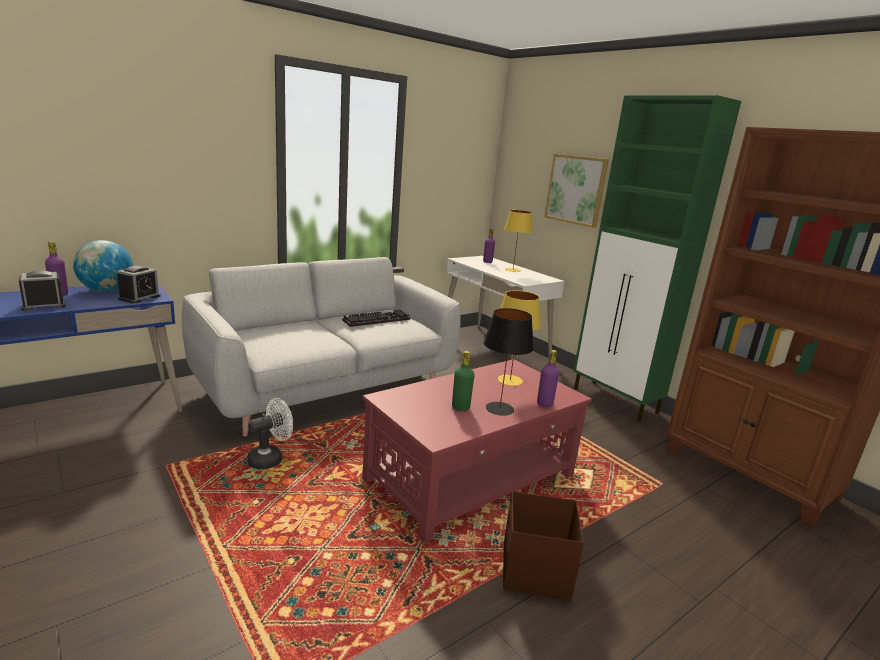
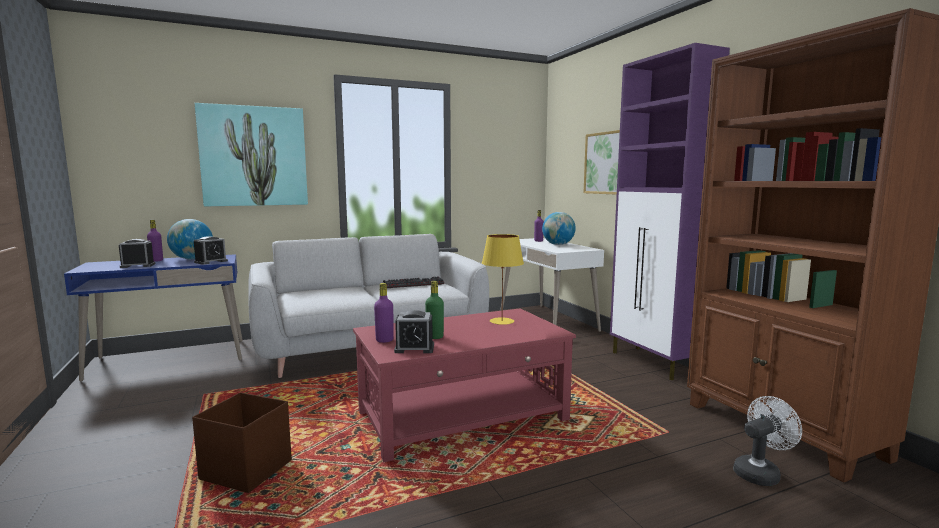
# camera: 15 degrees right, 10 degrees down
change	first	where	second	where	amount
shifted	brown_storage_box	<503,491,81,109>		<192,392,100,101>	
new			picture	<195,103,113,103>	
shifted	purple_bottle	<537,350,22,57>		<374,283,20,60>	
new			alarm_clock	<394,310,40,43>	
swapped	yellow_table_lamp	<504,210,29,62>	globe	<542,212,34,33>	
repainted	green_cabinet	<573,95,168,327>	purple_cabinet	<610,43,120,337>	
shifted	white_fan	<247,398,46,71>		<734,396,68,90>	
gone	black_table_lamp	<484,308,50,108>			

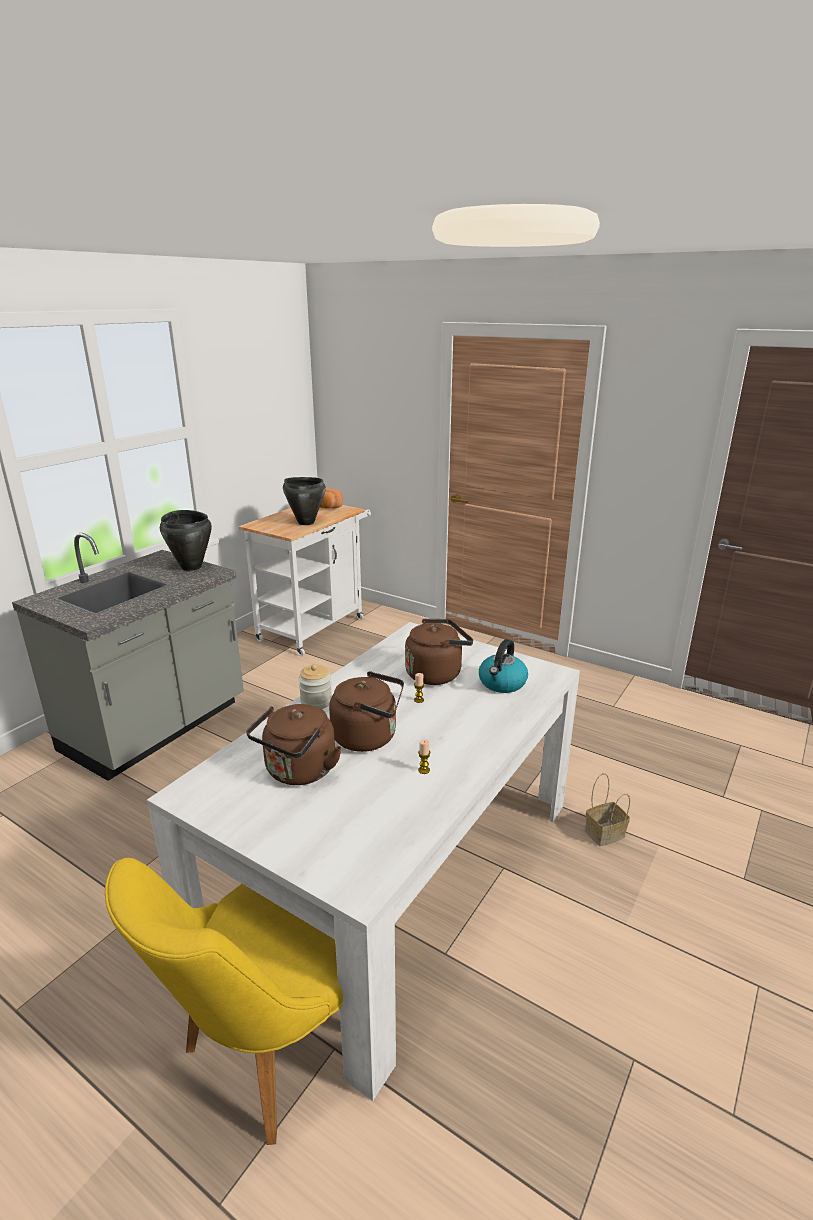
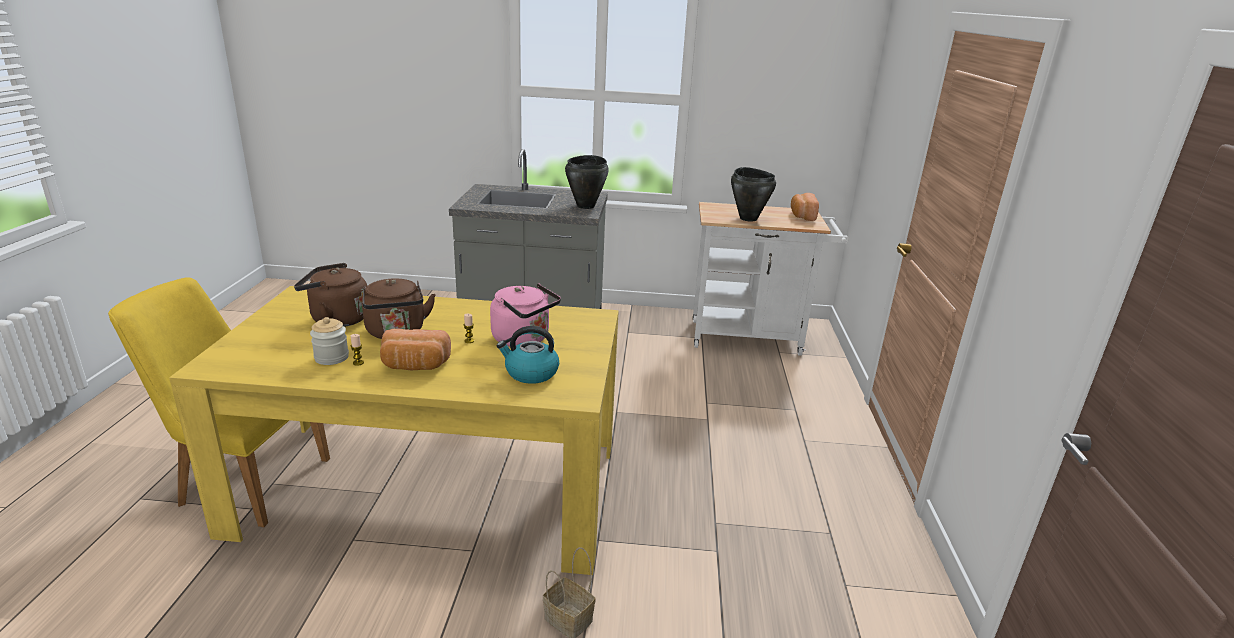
# camera: 60 degrees right, 0 degrees up
change	first	where	second	where	amount
repainted	white_dining_table	<147,622,433,479>	yellow_dining_table	<169,286,450,289>	
shifted	jar	<298,664,34,45>		<310,317,39,48>	
new			bread	<380,329,71,41>	
repainted	brown_kettle	<405,619,68,66>	pink_kettle	<490,283,71,64>	

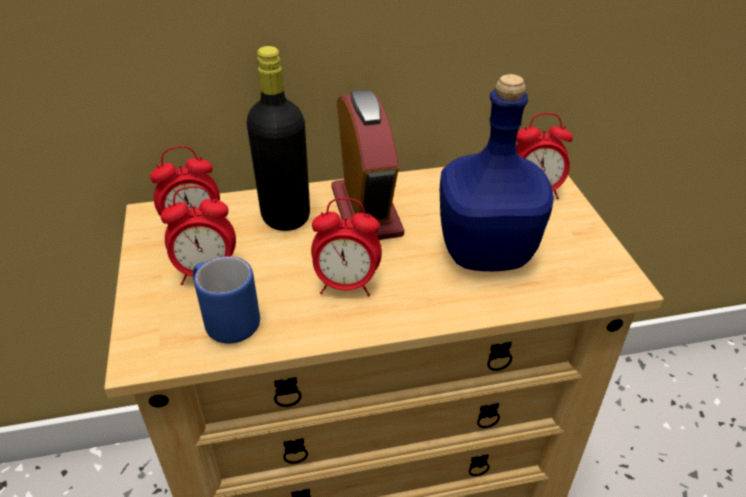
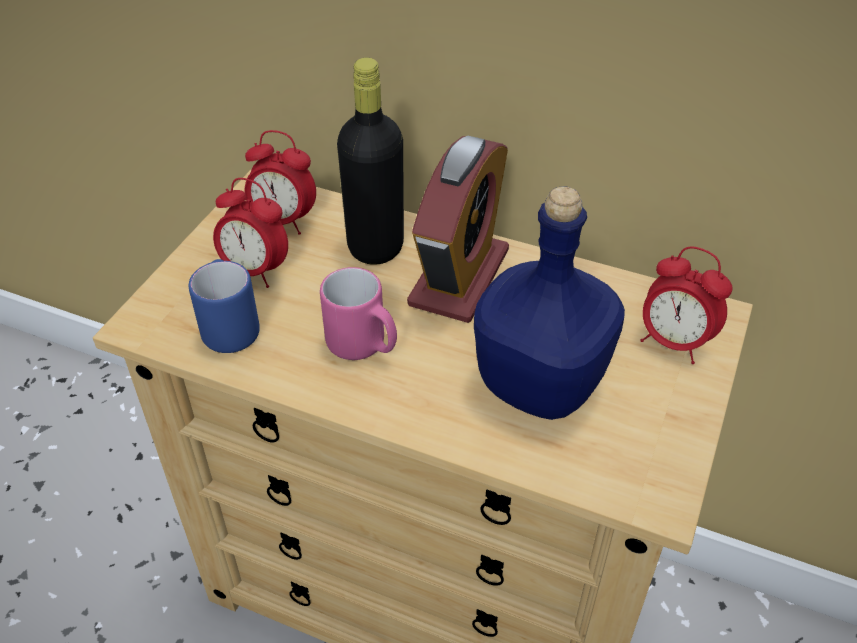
# camera: 35 degrees right, 5 degrees up
change	first	where	second	where	amount
swapped	alarm_clock	<311,198,71,98>	pink_mug	<320,267,77,93>	

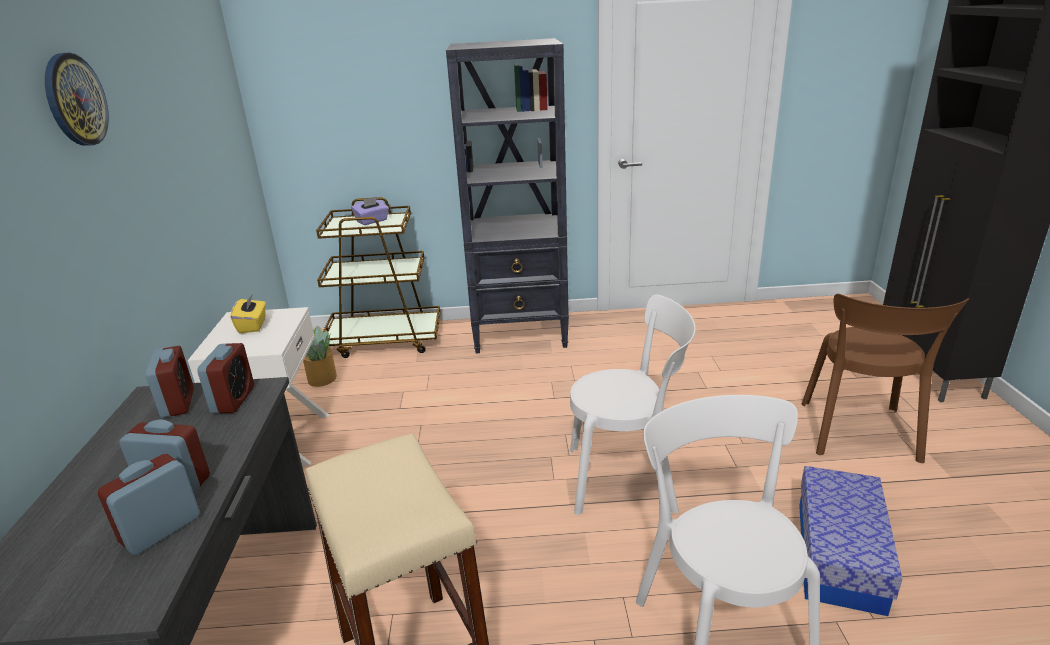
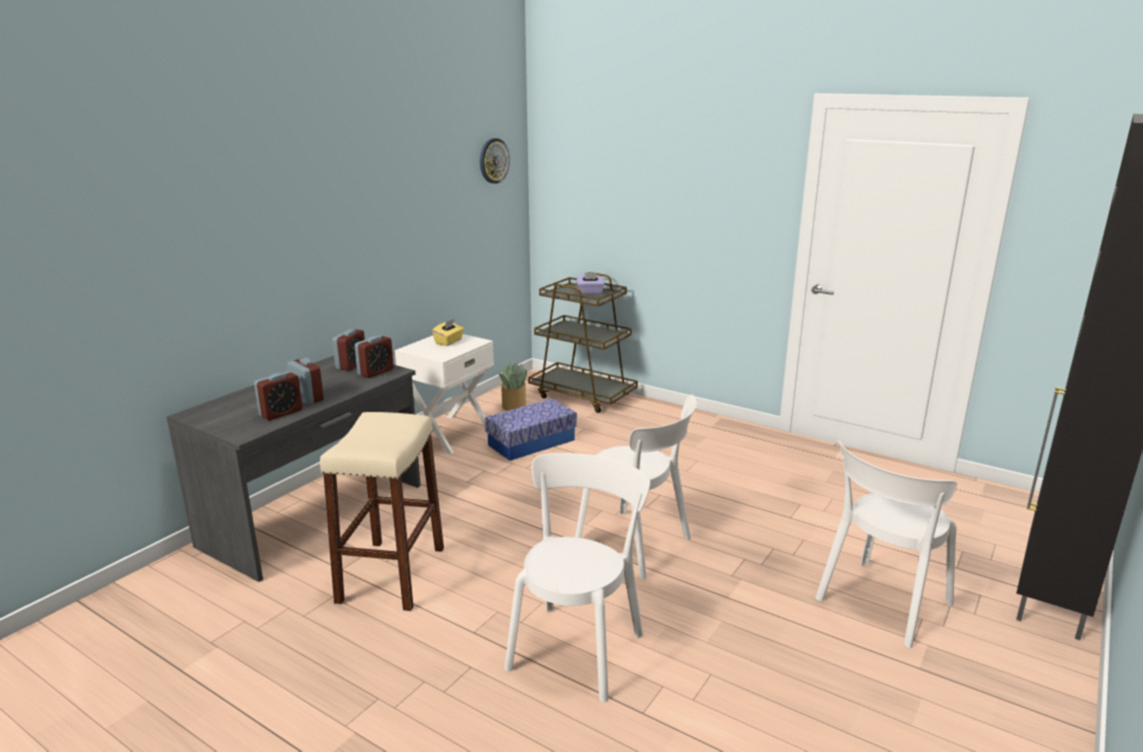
# camera: 35 degrees right, 5 degrees down
change	first	where	second	where	amount
rotated	alarm_clock	<98,454,102,101>		<254,371,49,49>	150 degrees clockwise
shifted	wall_clock	<45,53,64,93>		<480,138,30,46>	
shifted	storage_box	<799,466,104,150>		<485,399,92,62>	
repainted	brown_chair	<802,294,167,169>	white_chair	<815,440,142,208>	
gone	black_bookcase	<446,38,123,316>			

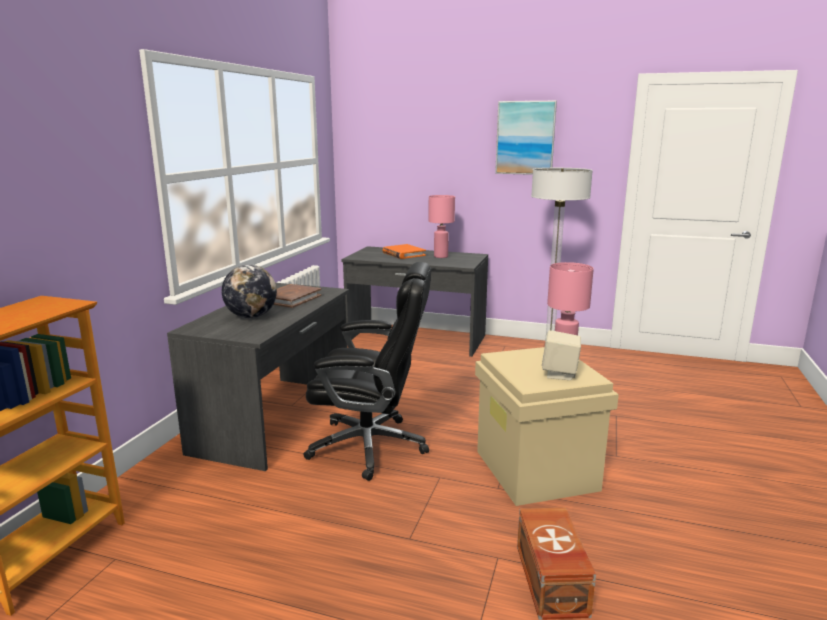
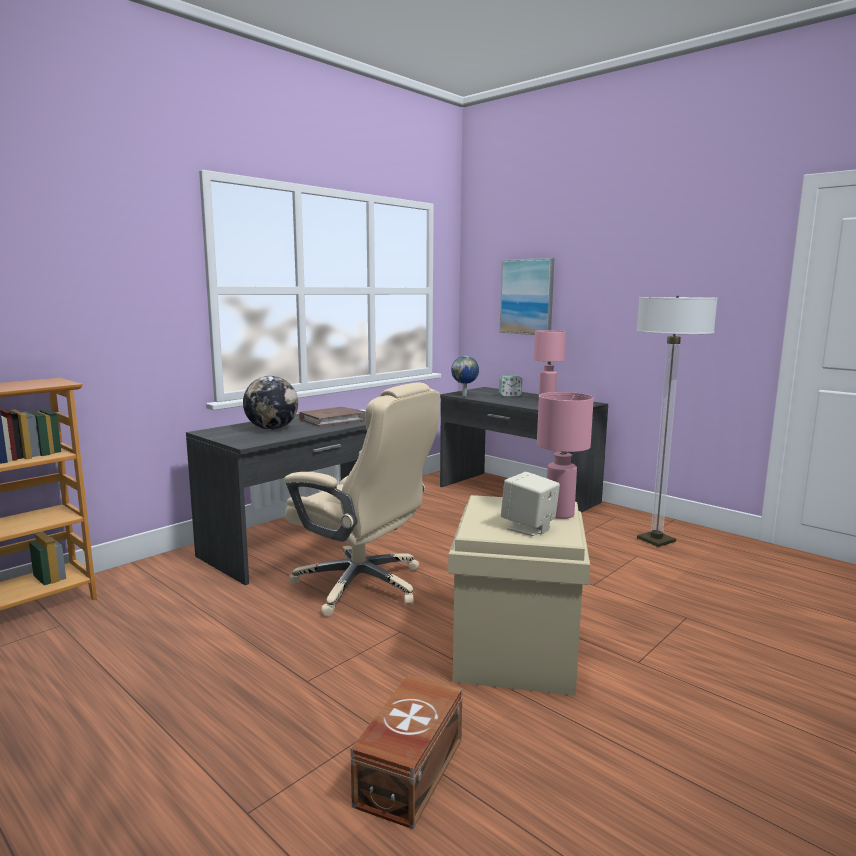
# camera: 25 degrees right, 5 degrees down
change	first	where	second	where	amount
repainted	black_office_chair	<303,262,129,219>	beige_office_chair	<284,382,156,235>	
new			globe	<451,356,28,41>	
swapped	orange_book	<383,244,43,15>	alarm_clock	<499,376,23,21>	
shifted	picture	<495,101,62,74>		<500,258,54,77>	

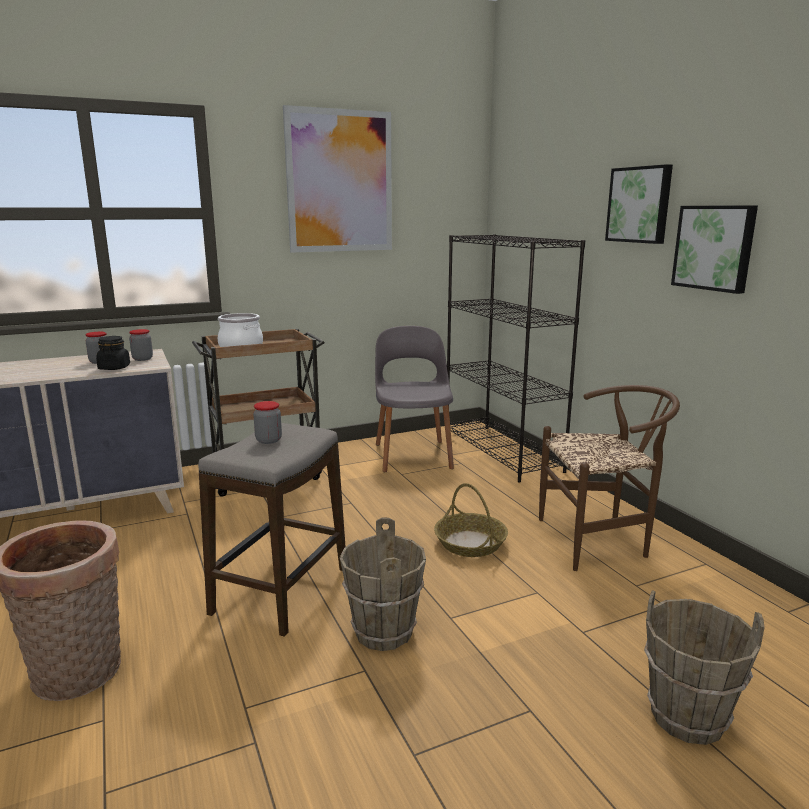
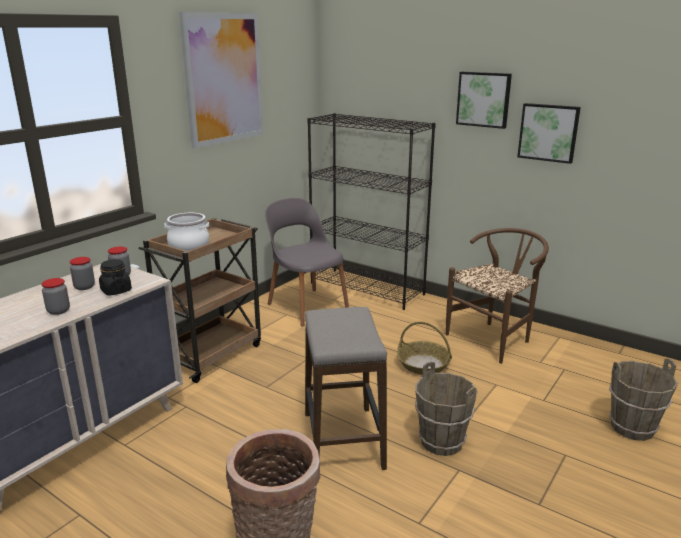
# camera: 30 degrees left, 5 degrees up
change	first	where	second	where	amount
shifted	jar	<253,401,29,43>		<41,278,29,37>	

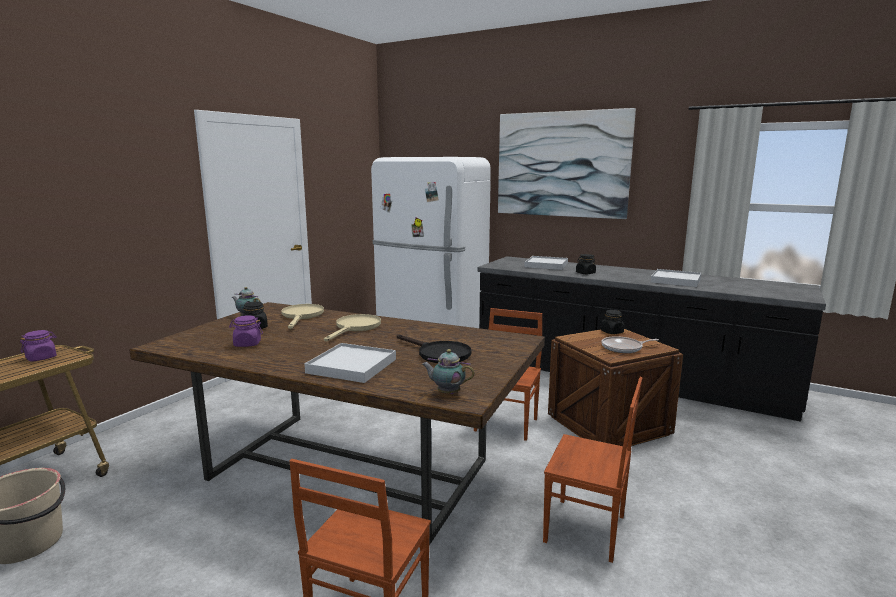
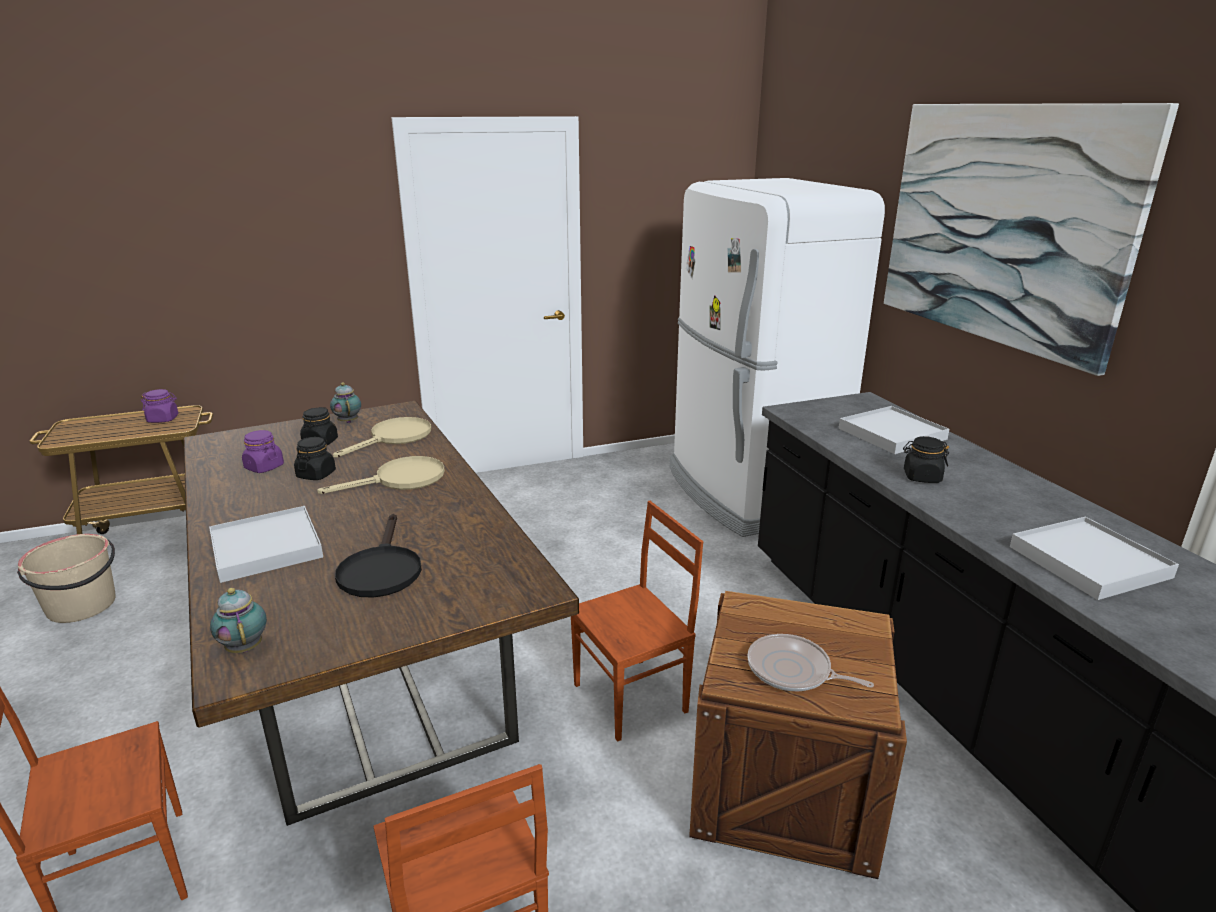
# camera: 40 degrees right, 10 degrees up
change	first	where	second	where	amount
shifted	black_jar	<601,310,23,24>		<294,437,42,43>	

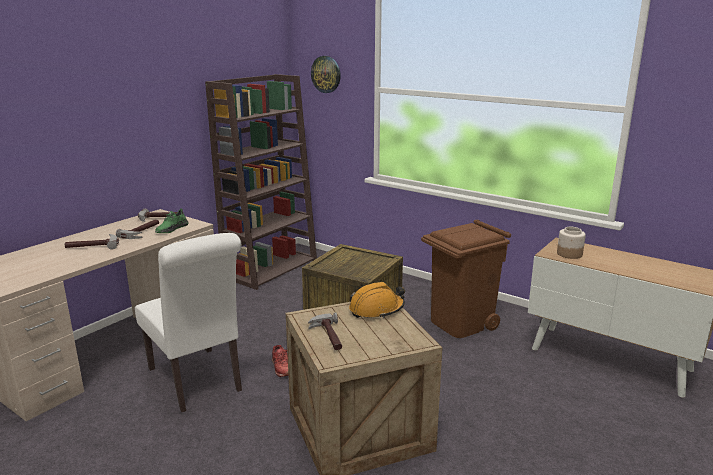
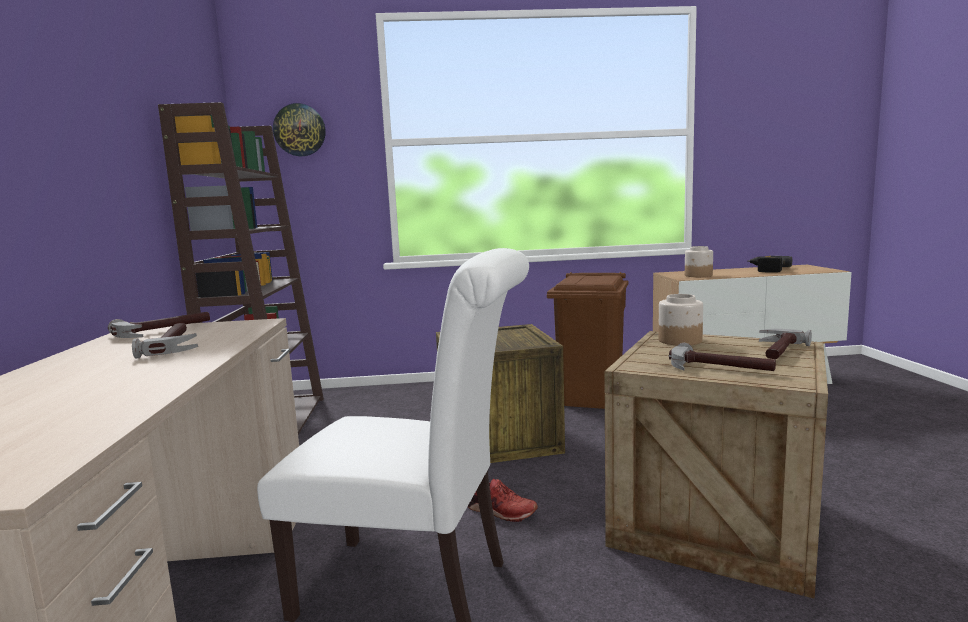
# camera: 40 degrees left, 10 degrees down
change	first	where	second	where	amount
swapped	orange_hard_hat	<349,282,56,36>	jar	<658,294,45,51>	
new			power_drill	<748,256,44,17>	
shifted	hammer	<64,234,55,16>		<759,329,53,30>	
gone	green_shoe	<155,208,34,25>			

